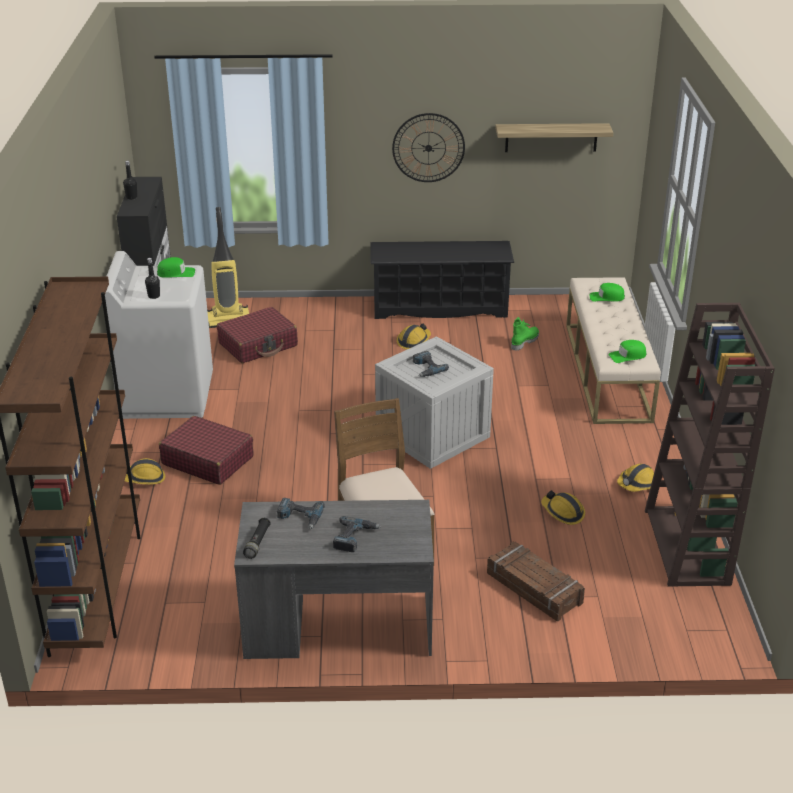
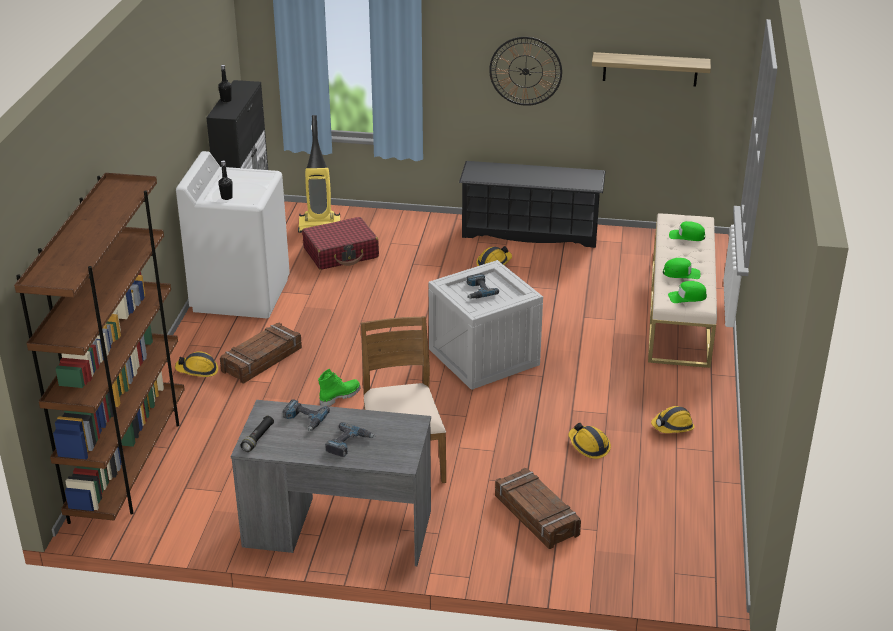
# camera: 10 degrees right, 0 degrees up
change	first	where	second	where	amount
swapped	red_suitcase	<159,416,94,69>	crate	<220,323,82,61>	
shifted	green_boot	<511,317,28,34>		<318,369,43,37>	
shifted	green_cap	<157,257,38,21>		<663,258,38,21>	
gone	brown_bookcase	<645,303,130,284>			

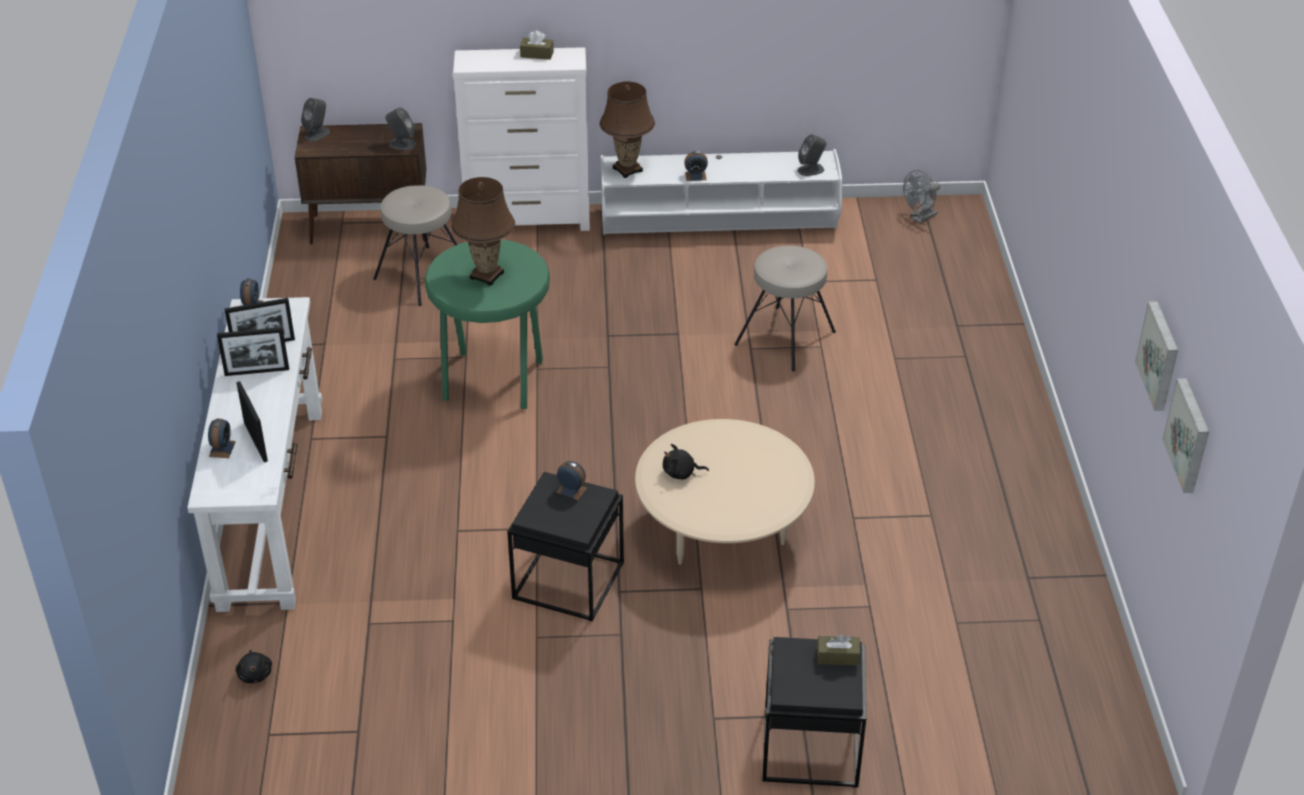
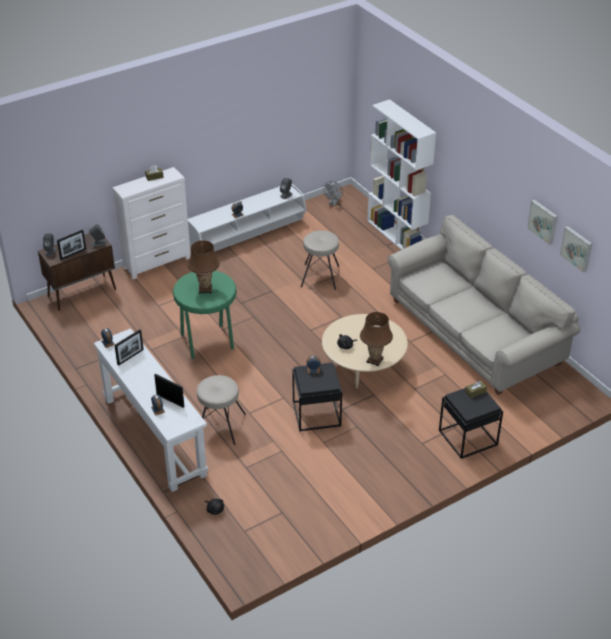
# camera: 30 degrees left, 0 degrees up
change	first	where	second	where	amount
shifted	picture_frame	<217,327,72,49>		<57,230,29,30>	
shifted	beige_stool	<373,185,85,121>		<197,375,49,70>	
shifted	brown_table_lamp	<600,82,55,96>		<360,312,33,54>	
new			white_bookcase	<367,99,69,151>	
new			beige_sofa	<388,215,193,180>	

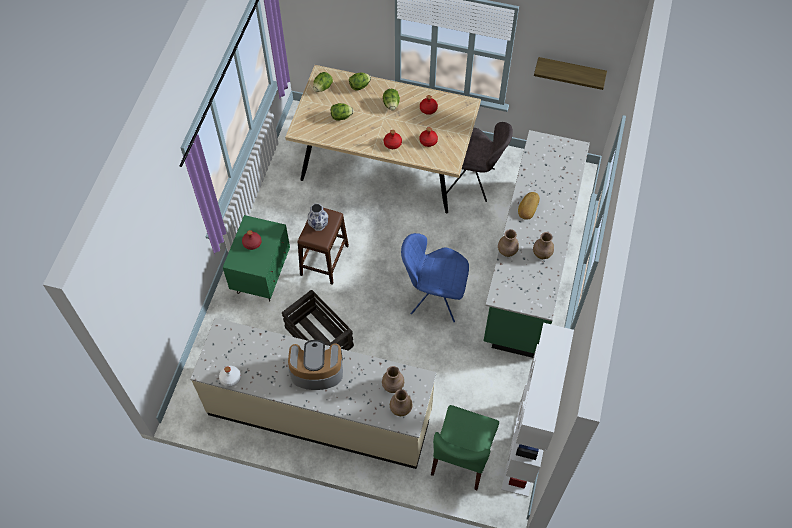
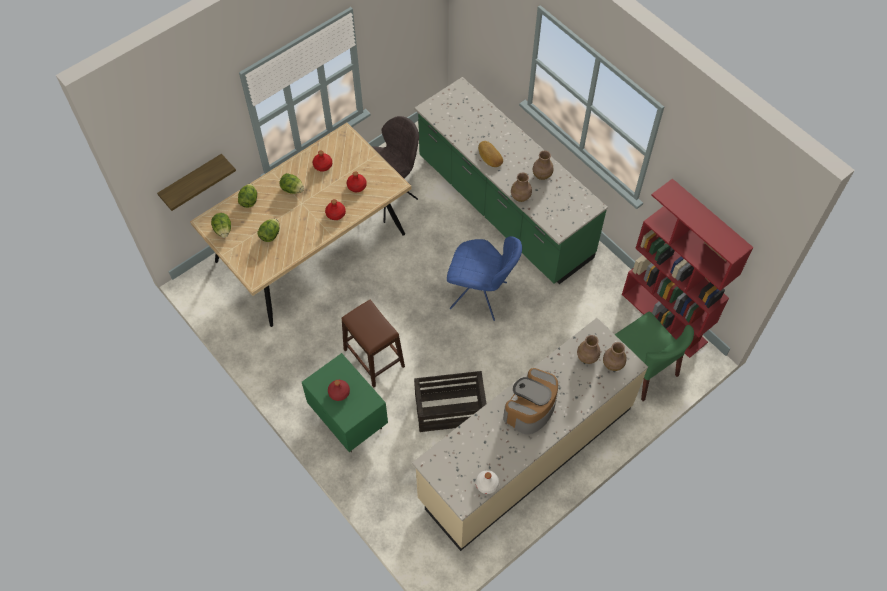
# camera: 55 degrees left, 0 degrees up
change	first	where	second	where	amount
shifted	shelf	<534,57,73,33>		<157,154,79,57>	
rotated	blue_chair	<401,233,68,89>		<447,236,75,85>	120 degrees counterclockwise
repainted	white_bookcase	<501,323,73,174>	red_bookcase	<622,178,132,180>	
gone	vase	<308,204,20,27>			

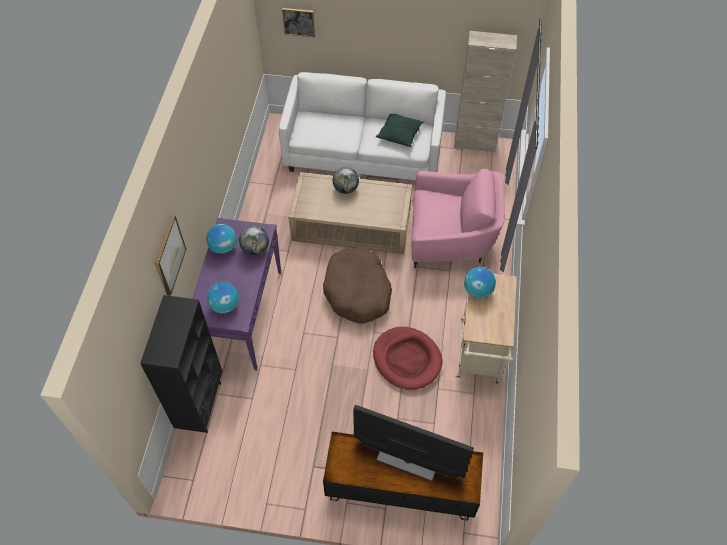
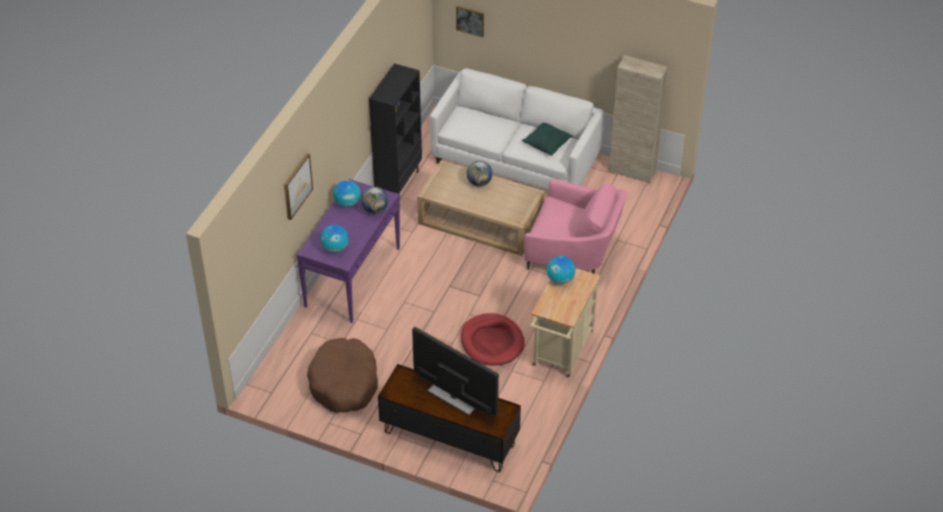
# camera: 15 degrees right, 10 degrees down
change	first	where	second	where	amount
shifted	brown_dog_bed	<323,247,69,77>		<307,338,71,75>	
shifted	black_bookcase	<140,295,82,138>		<369,63,53,138>	

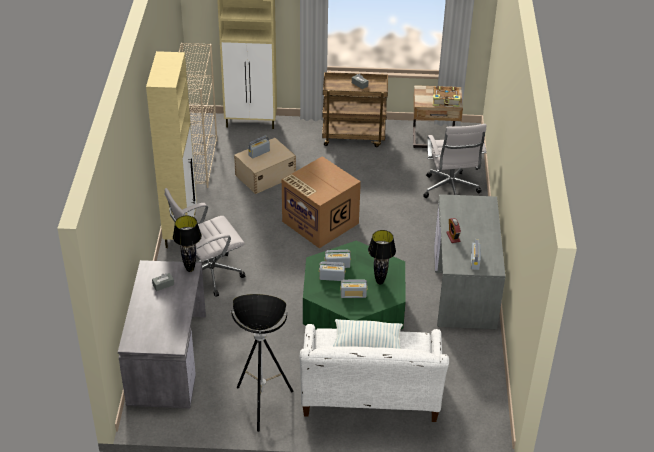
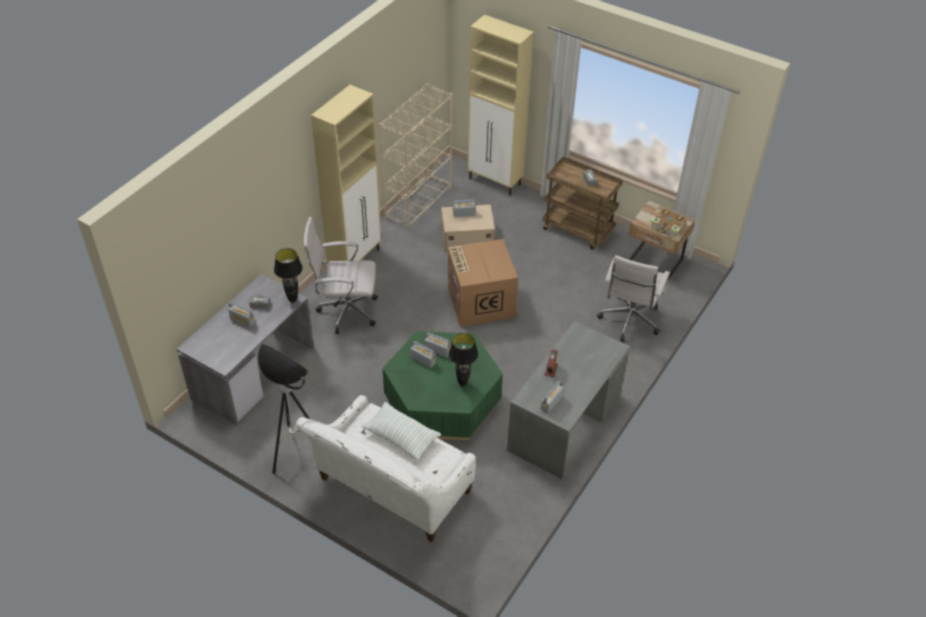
# camera: 30 degrees right, 5 degrees up
change	first	where	second	where	amount
shifted	radio	<340,280,27,18>		<228,302,27,26>	

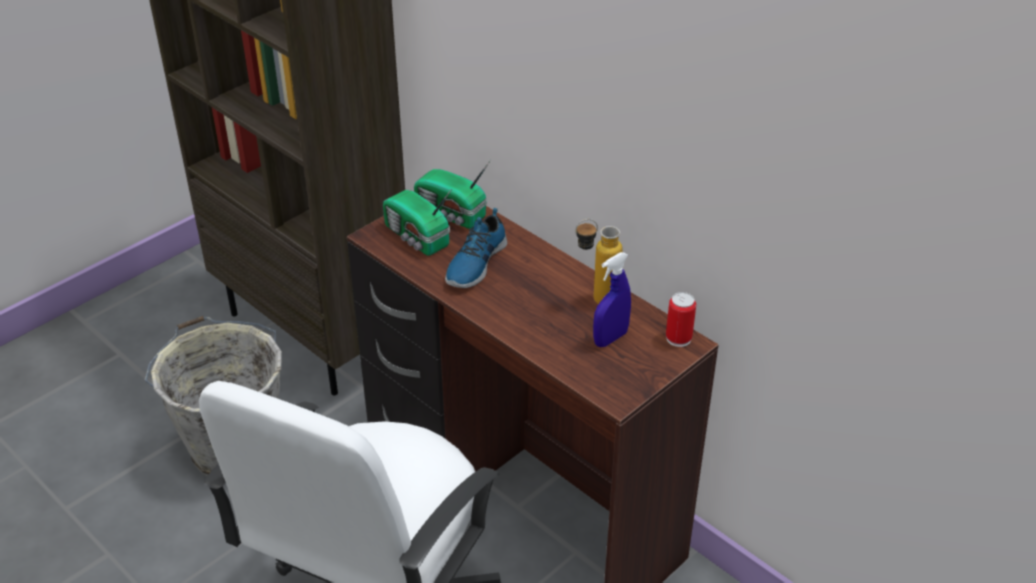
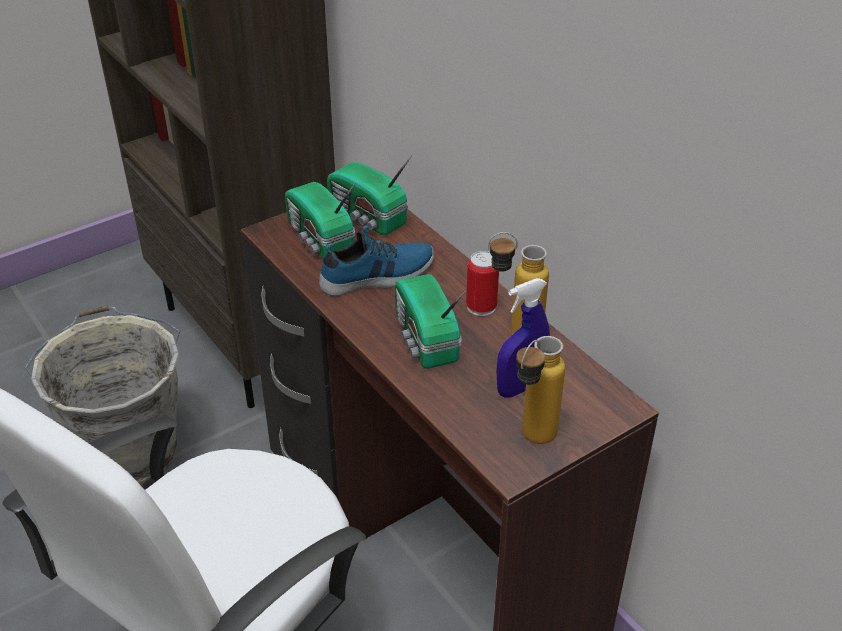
# camera: 10 degrees right, 0 degrees up
change	first	where	second	where	amount
rotated	shoe	<445,208,62,80>		<319,225,115,71>	150 degrees counterclockwise
new			radio	<395,274,71,95>	
shifted	can	<666,292,30,55>		<466,251,33,65>	
new			bottle	<516,336,49,108>	

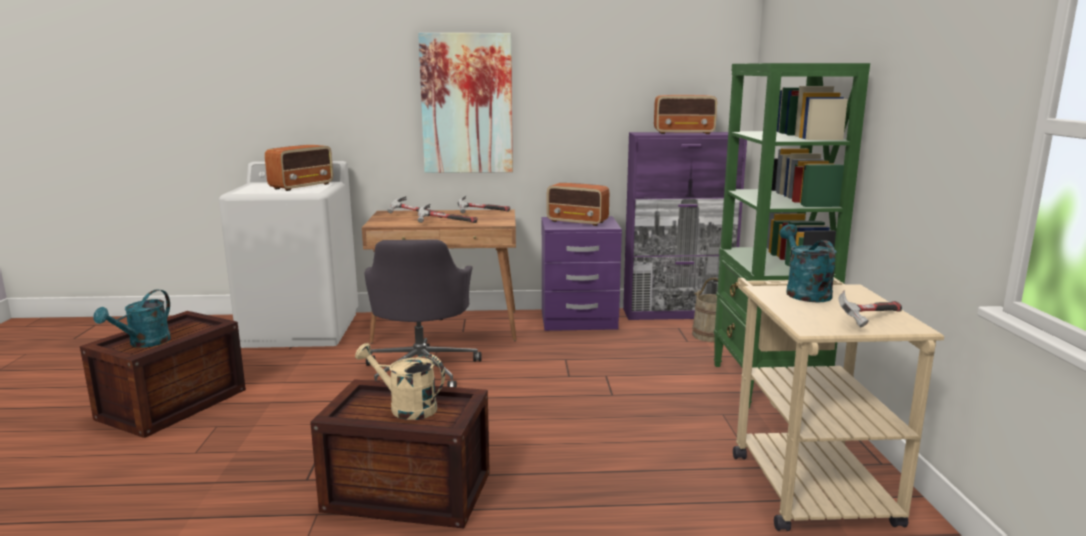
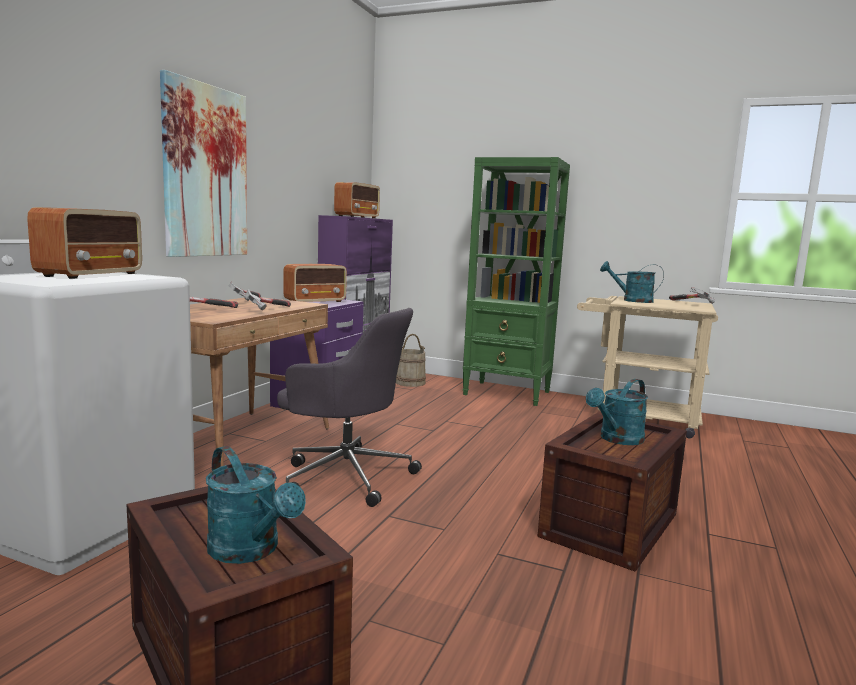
# camera: 65 degrees left, 5 degrees down
change	first	where	second	where	amount
rotated	radio	<265,145,68,46>		<27,207,115,72>	45 degrees clockwise
repainted	beige_watering_can	<355,343,90,77>	turquoise_watering_can	<586,379,62,66>	

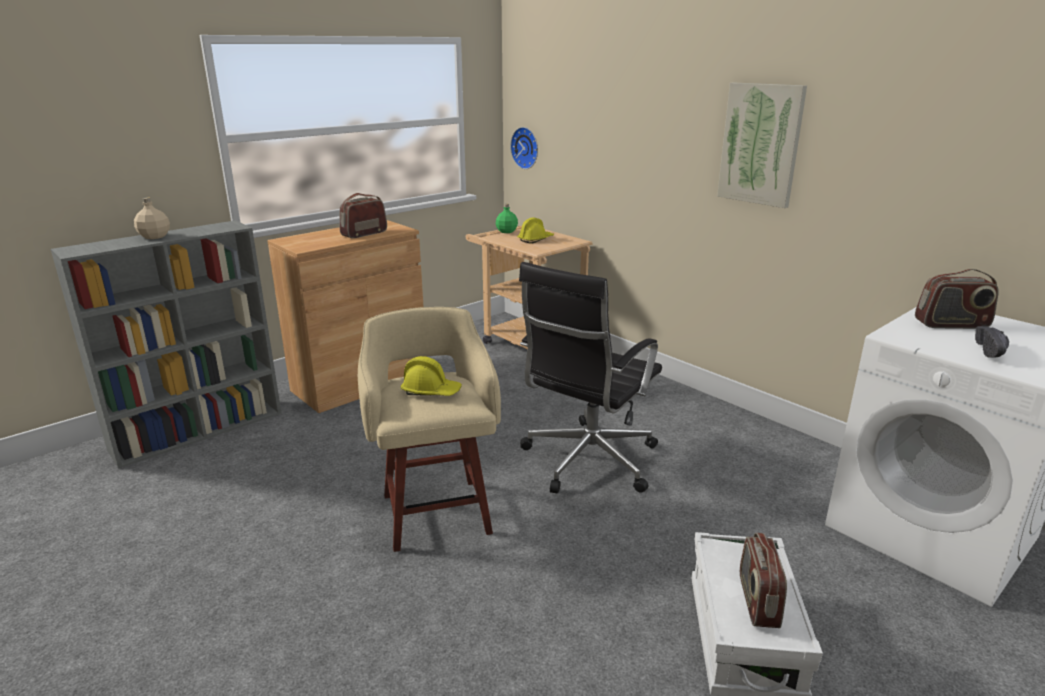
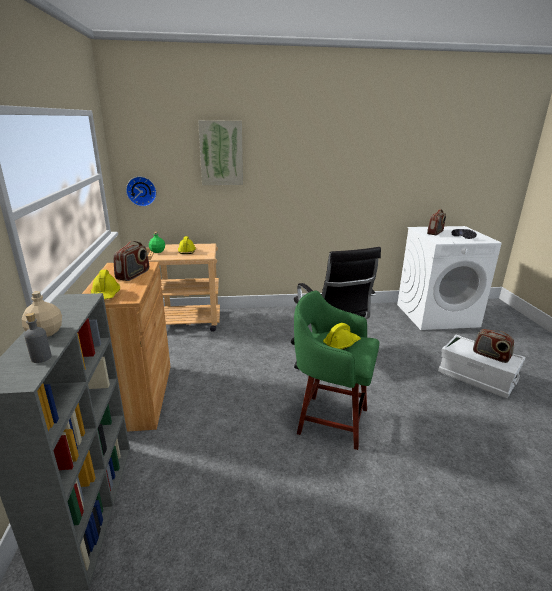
# camera: 55 degrees left, 0 degrees up
change	first	where	second	where	amount
new			grey_bottle	<24,313,28,50>	
new			yellow_hard_hat	<91,270,29,30>	
rotated	radio	<339,193,48,45>		<113,241,36,40>	150 degrees counterclockwise
shifted	picture	<717,83,90,125>		<198,120,45,65>	
repainted	beige_stool	<358,307,143,245>	green_stool	<294,291,86,159>	

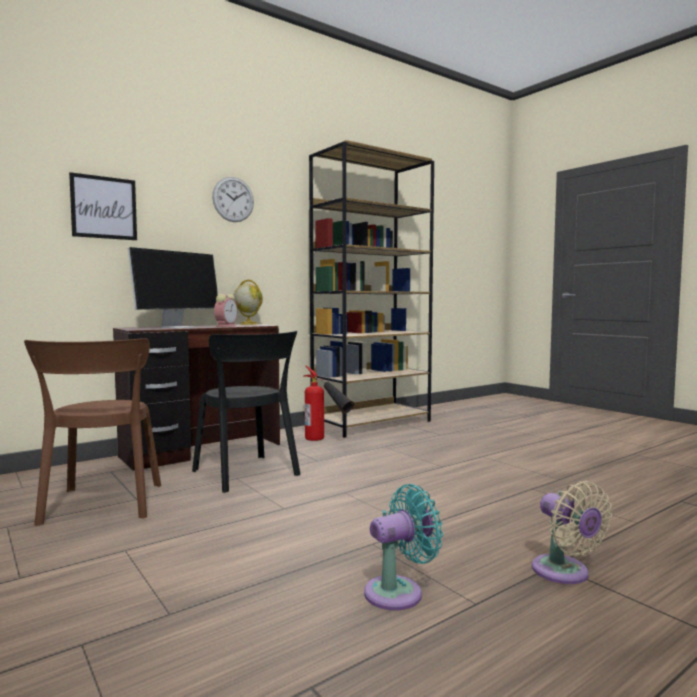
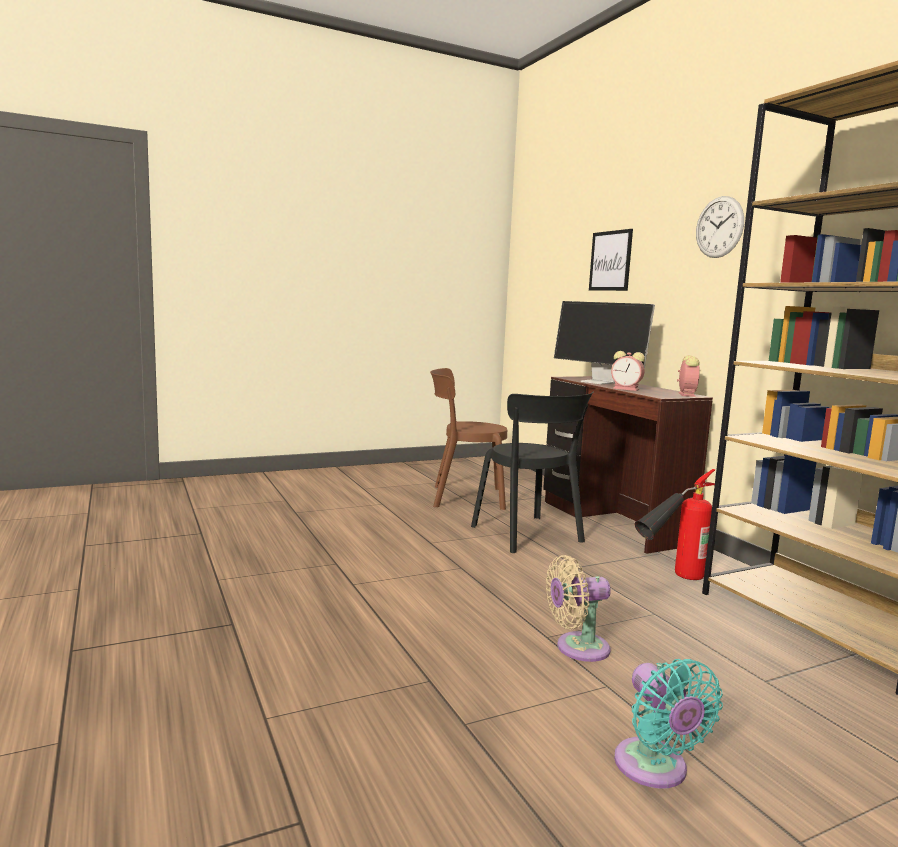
# camera: 100 degrees right, 5 degrees up
change	first	where	second	where	amount
rotated	black_chair	<192,331,109,162>		<471,392,123,161>	90 degrees counterclockwise
shifted	beige_fan	<532,481,80,103>		<546,555,65,107>	
shifted	turquoise_fan	<364,484,79,127>		<614,659,109,130>	
swapped	globe	<233,280,30,45>	alarm_clock	<677,355,22,42>	

